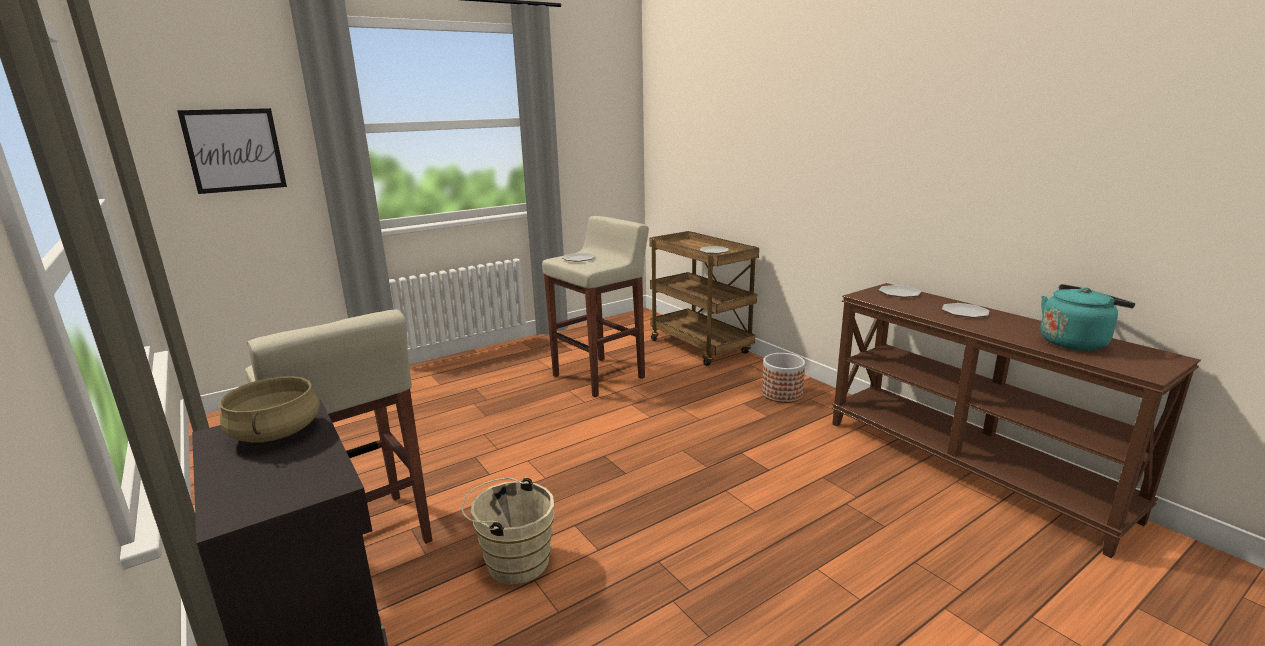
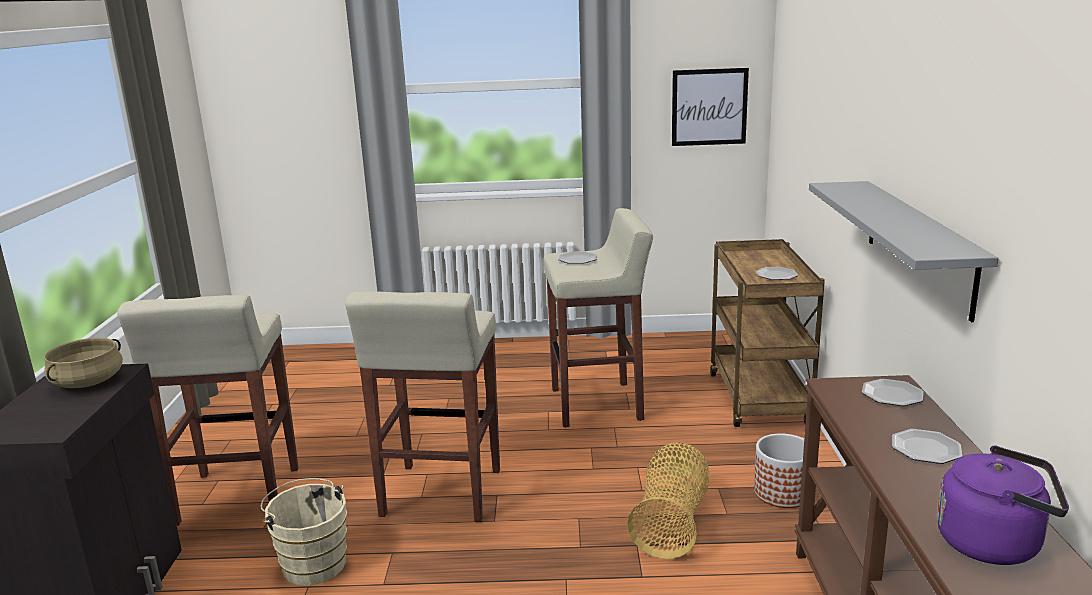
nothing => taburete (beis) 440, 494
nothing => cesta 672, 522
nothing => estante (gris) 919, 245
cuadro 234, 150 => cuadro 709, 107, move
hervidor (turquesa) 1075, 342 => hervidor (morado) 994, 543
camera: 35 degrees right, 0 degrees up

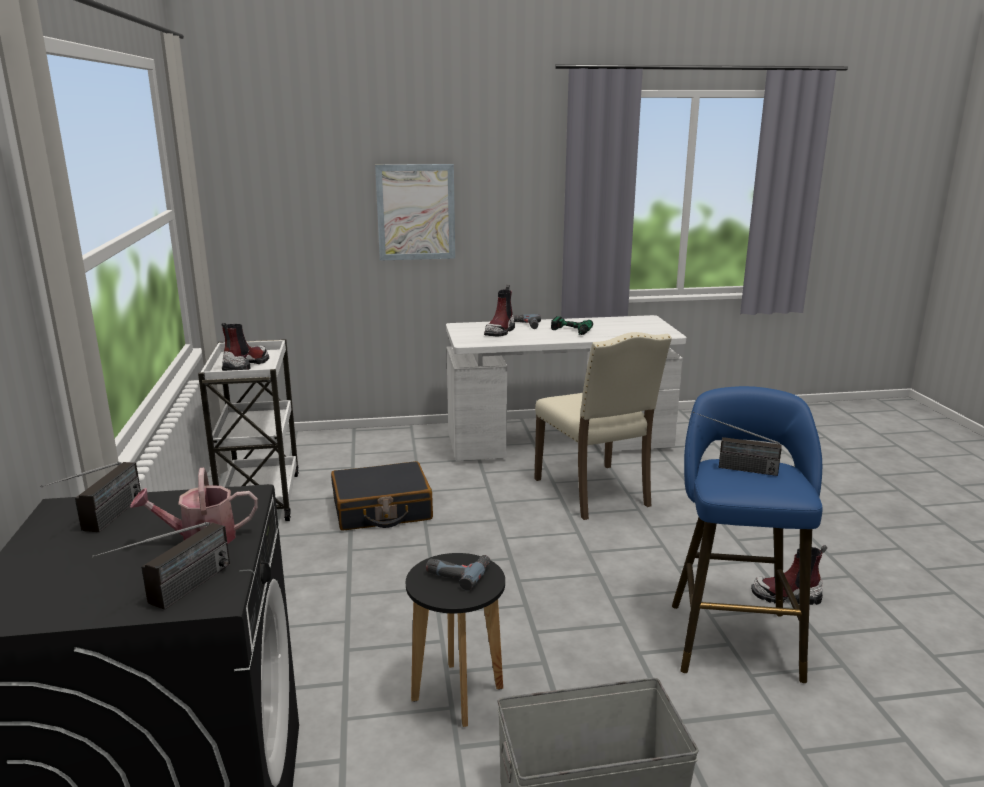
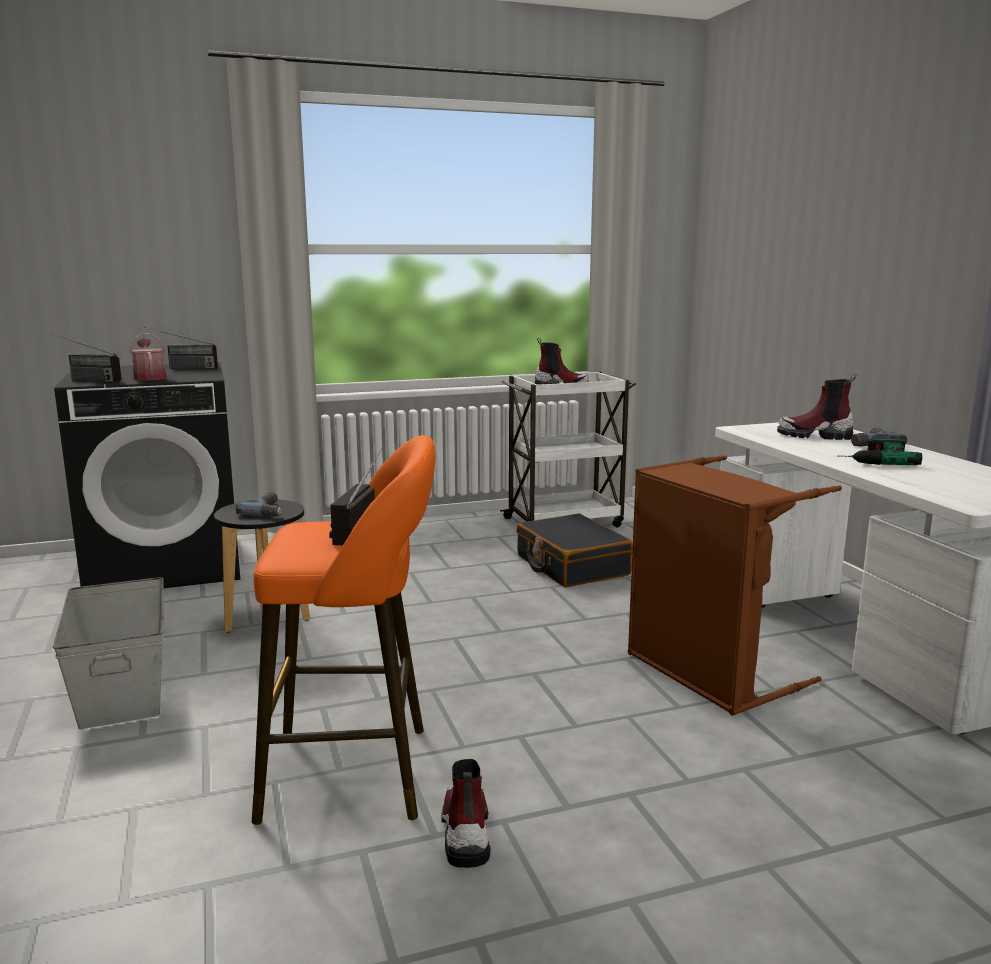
cuadro 416, 212 => nothing
silla (beis) 595, 493 => cesto de la ropa (marrón) 706, 673
taburete (azul) 732, 635 => taburete (naranja) 358, 772
camera: 80 degrees right, 5 degrees down

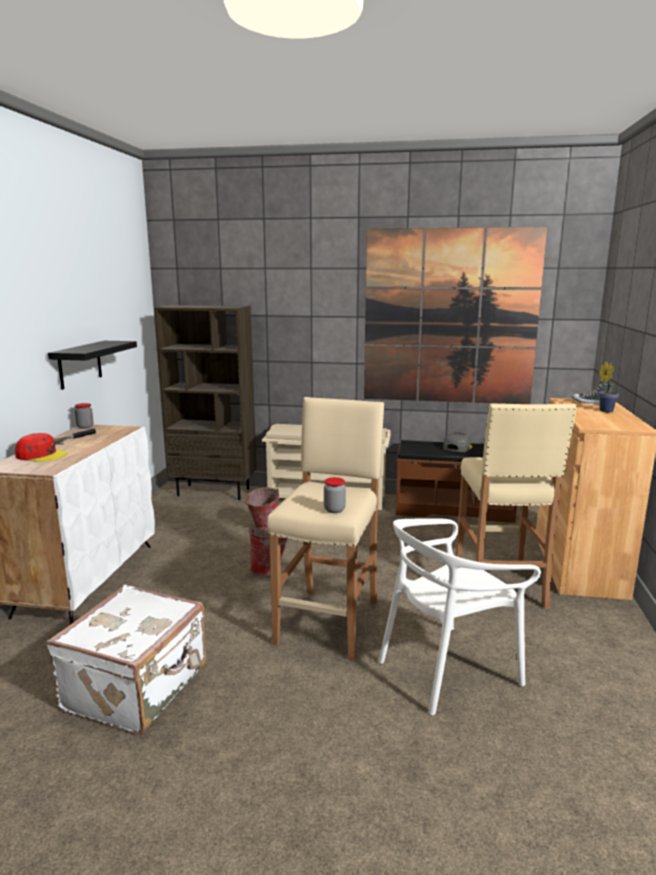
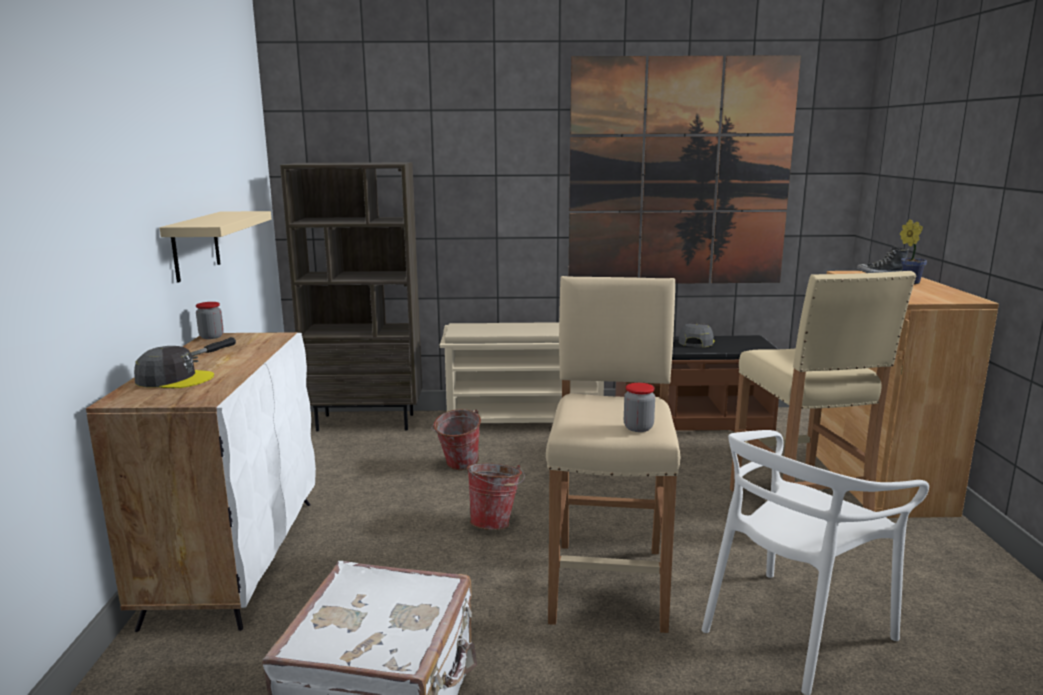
gorra (rojo) 41, 455 => gorra (gris) 174, 379
estante (negro) 80, 364 => estante (beis) 195, 245
camera: 10 degrees left, 0 degrees up

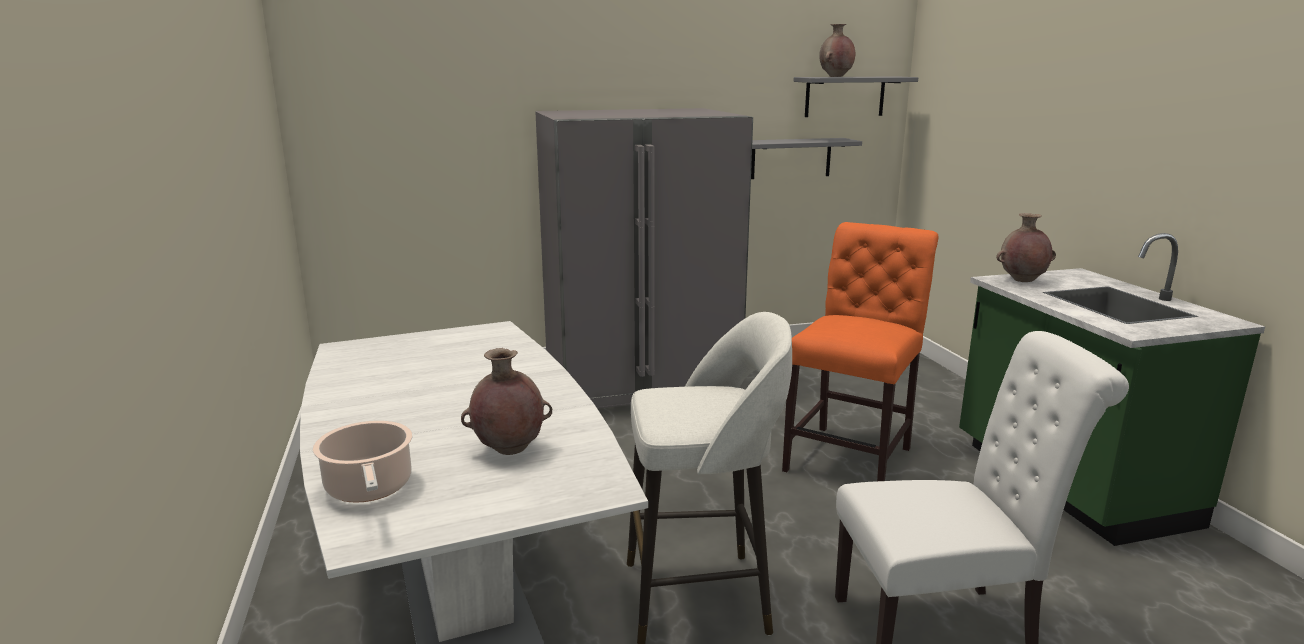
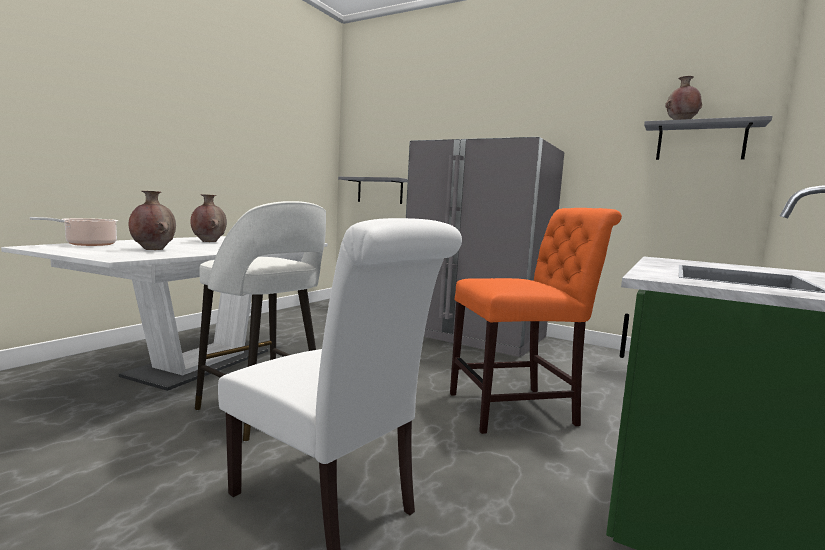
estante (gris) 791, 158 => estante (gris) 380, 190, move
florero (marrón) 1021, 280 => florero (marrón) 208, 242, move
camera: 45 degrees right, 10 degrees down

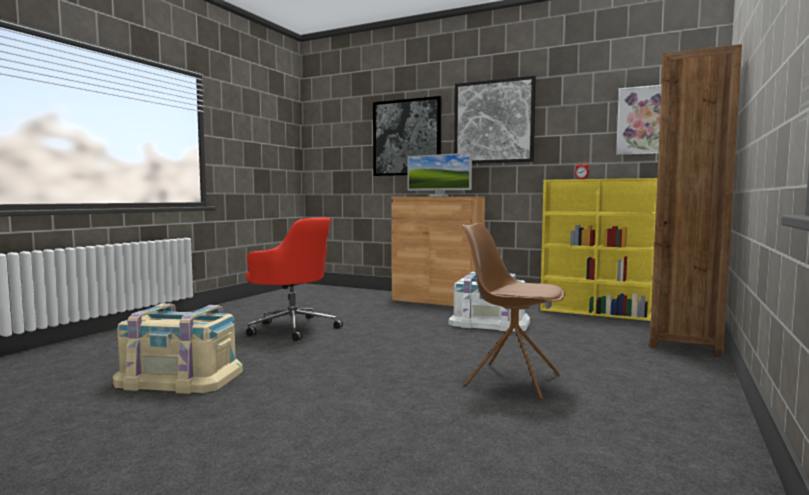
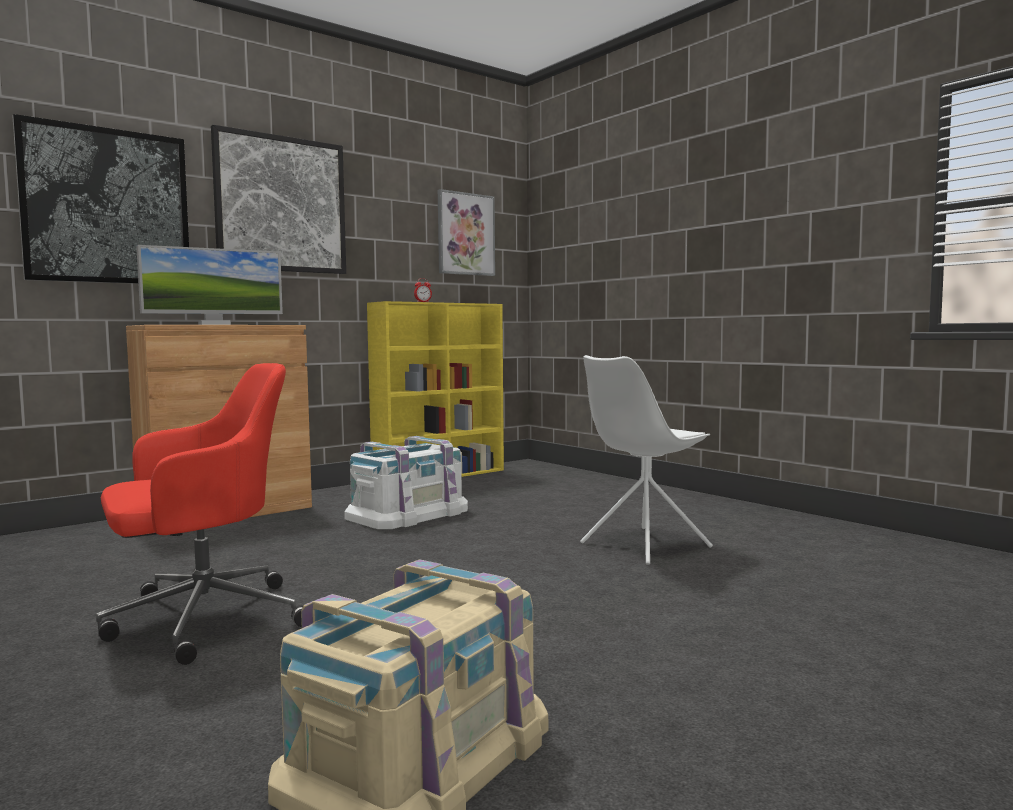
estantería (marrón) 684, 341 => nothing
silla (marrón) 511, 380 => silla (blanco) 643, 545
camera: 65 degrees left, 0 degrees up

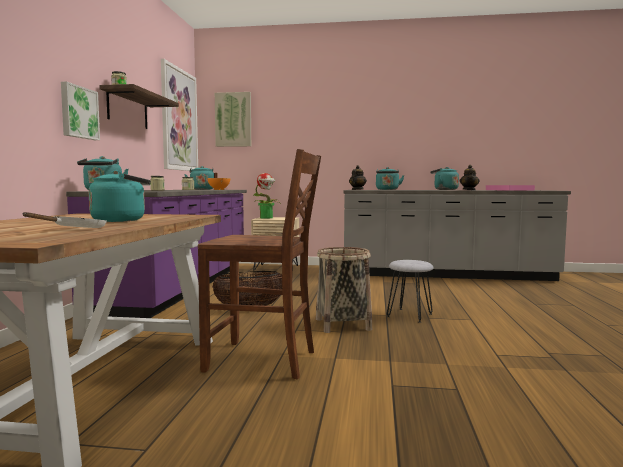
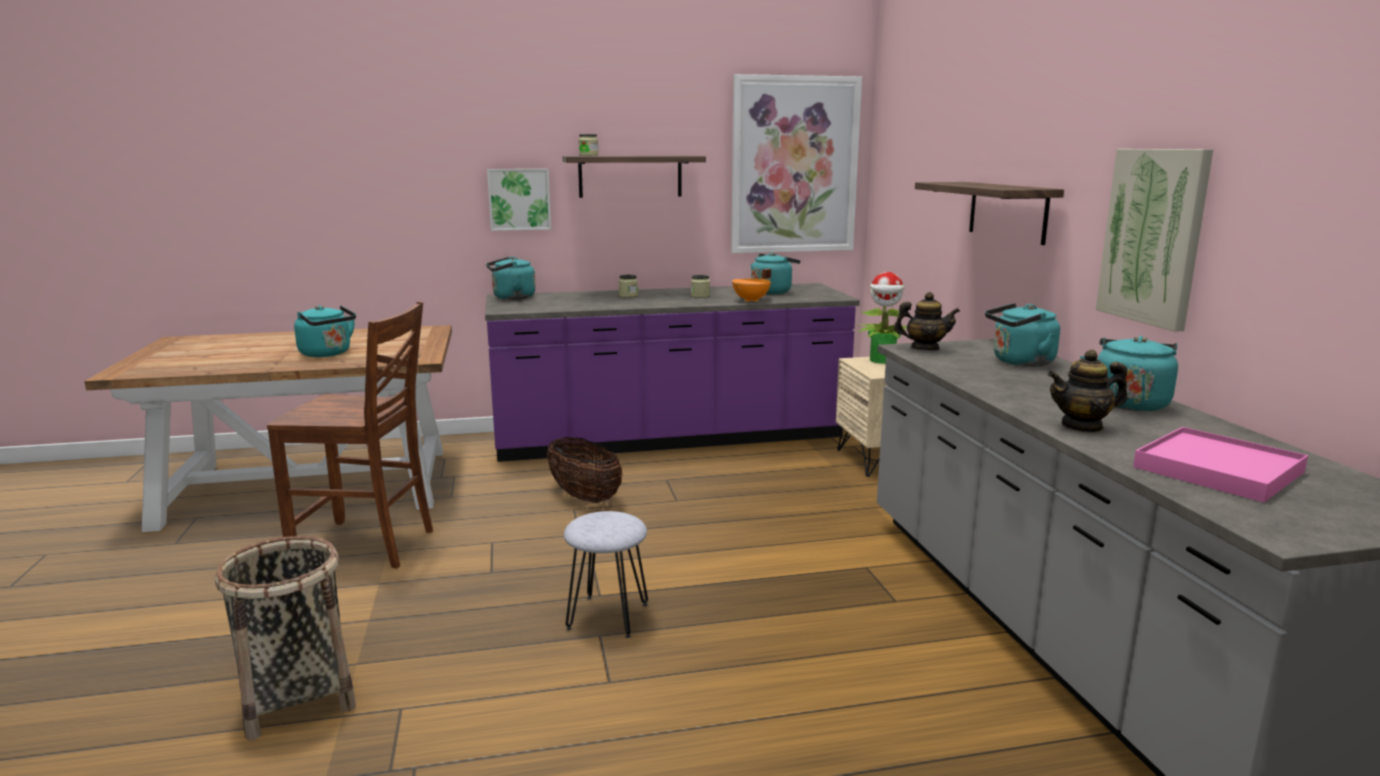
sartén (blanco) 75, 229 => nothing
nothing => estante 1007, 211
cuadro 233, 119 => cuadro 1153, 236, move
cesta 342, 324 => cesta 297, 697, move
silla (marrón) 263, 361 => silla (marrón) 367, 546, 75 degrees counterclockwise
camera: 70 degrees right, 10 degrees up

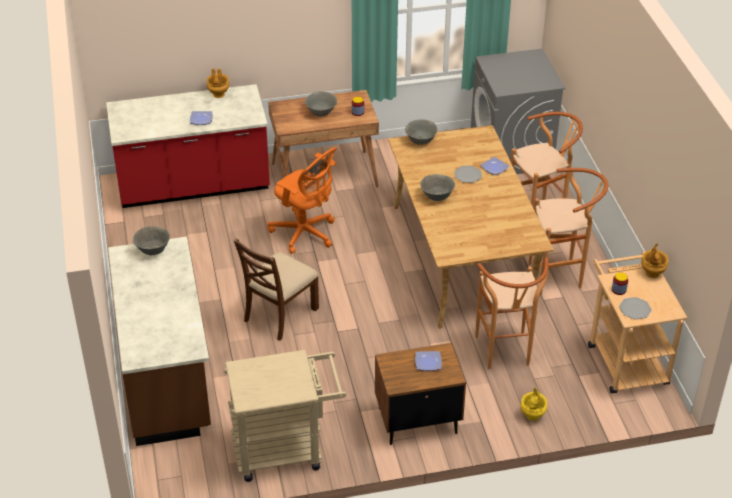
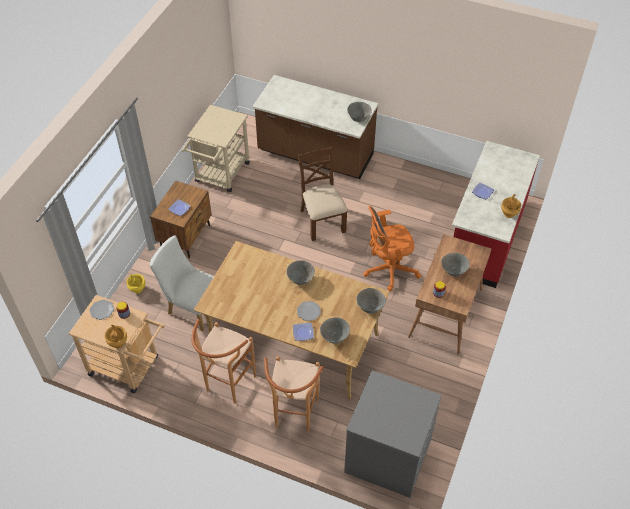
nothing => cuenco (gris) 334, 337
taburete (marrón) 505, 355 => silla (blanco) 191, 307
camera: 125 degrees right, 10 degrees up

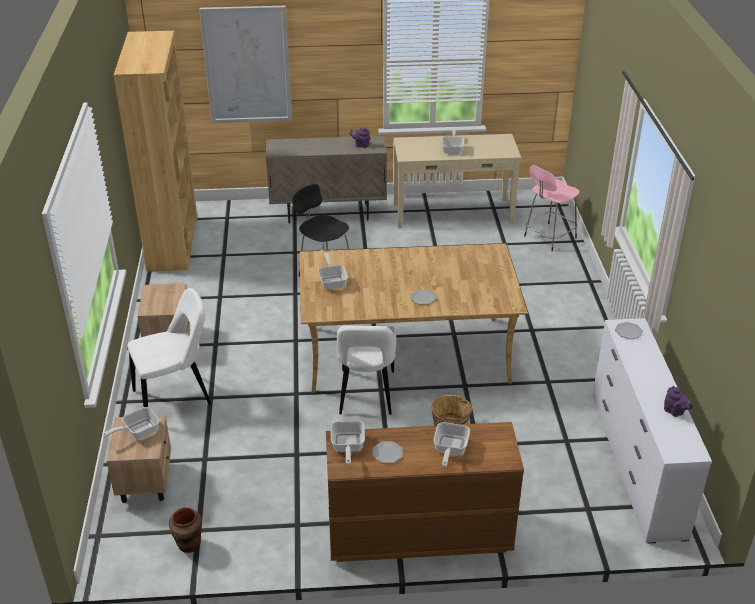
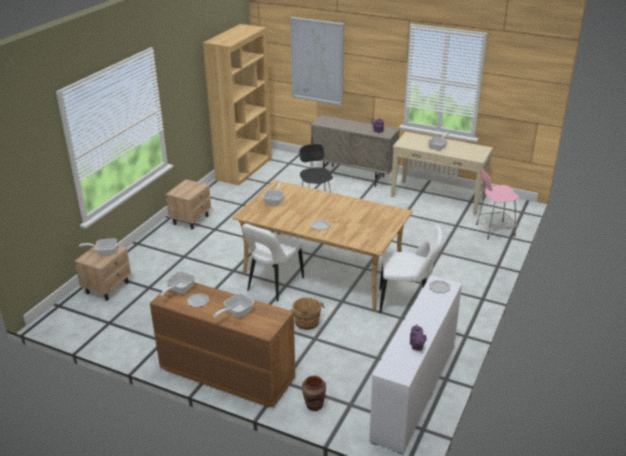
silla (blanco) 176, 397 => silla (blanco) 407, 302, move
florero (marrón) 189, 544 => florero (marrón) 314, 405, move
camera: 30 degrees right, 5 degrees down

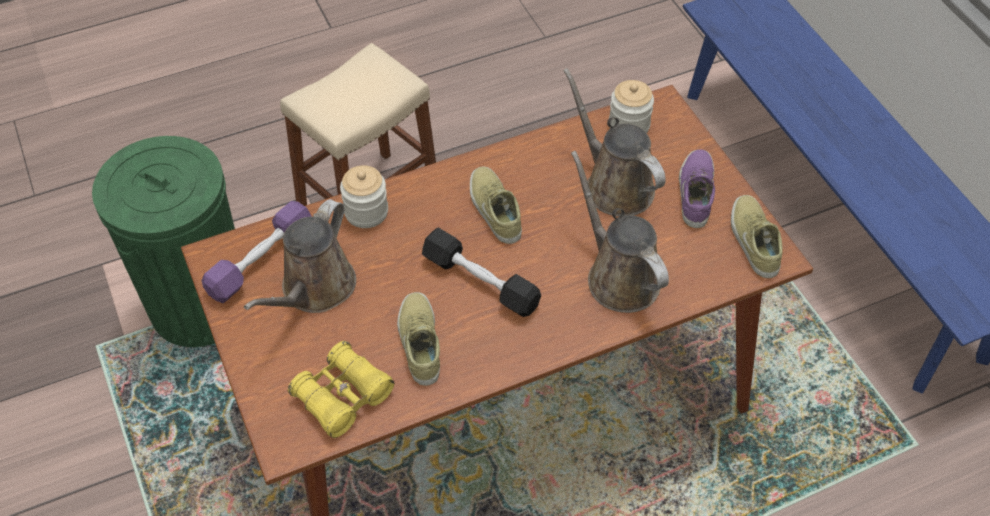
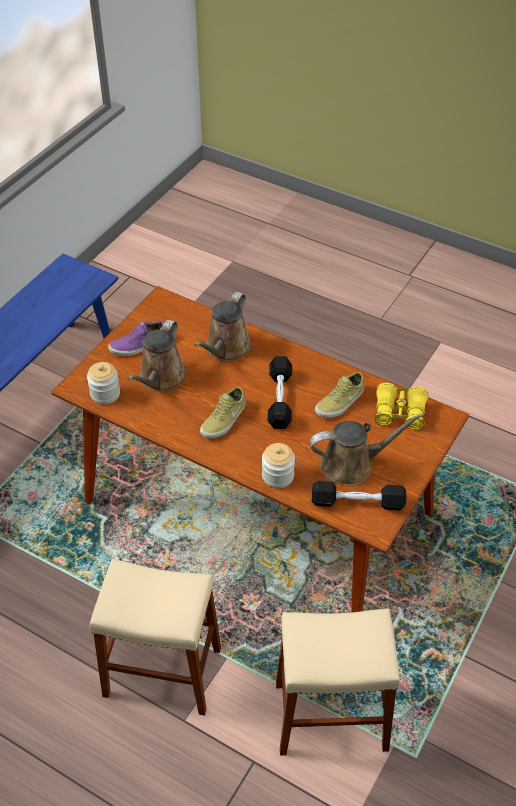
zapato (beis) 752, 240 => nothing
papelera (verde) 200, 305 => taburete (beis) 331, 716
mancuerna (morado) 260, 261 => mancuerna (negro) 357, 503
camera: 125 degrees left, 5 degrees down

